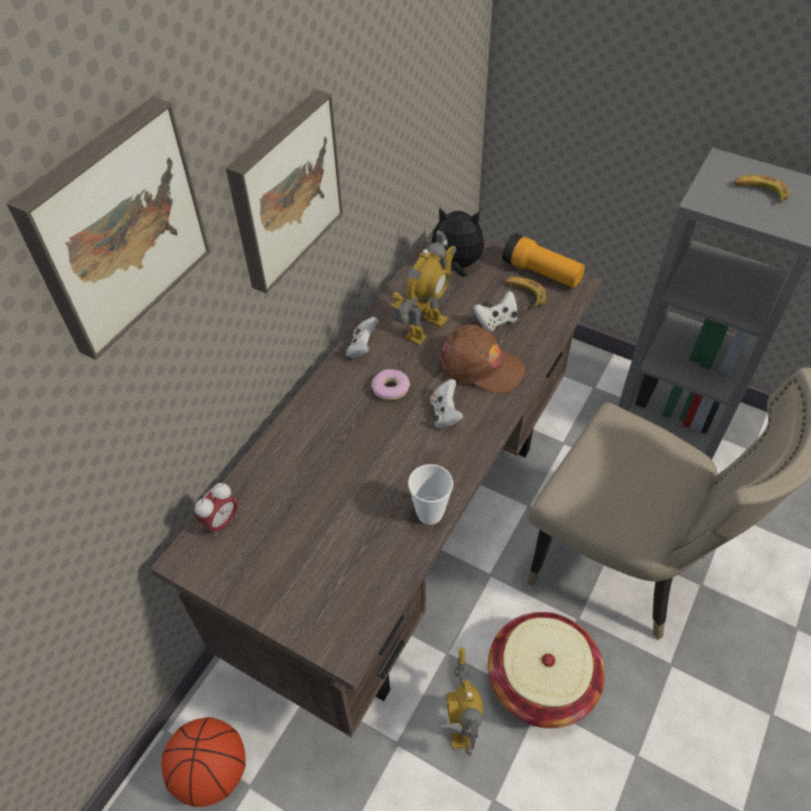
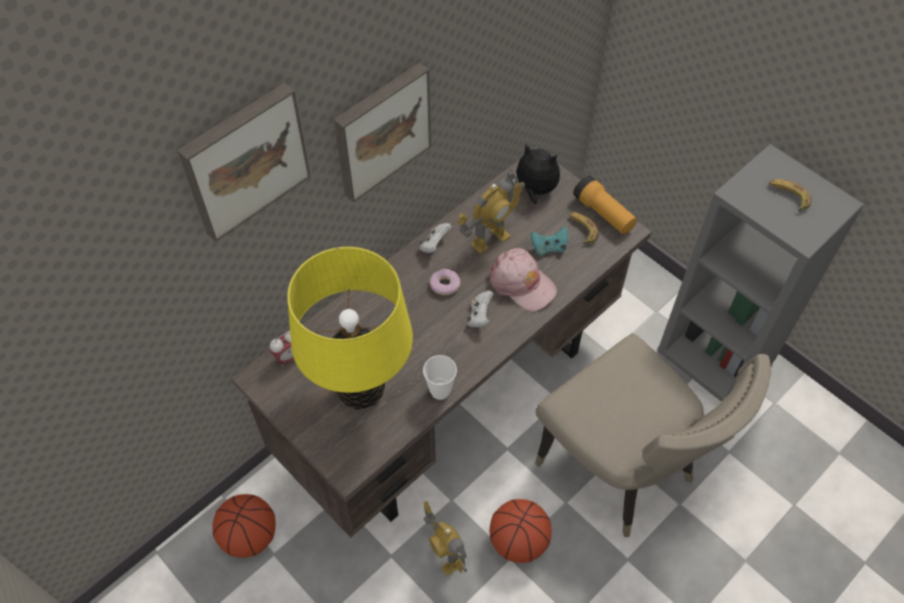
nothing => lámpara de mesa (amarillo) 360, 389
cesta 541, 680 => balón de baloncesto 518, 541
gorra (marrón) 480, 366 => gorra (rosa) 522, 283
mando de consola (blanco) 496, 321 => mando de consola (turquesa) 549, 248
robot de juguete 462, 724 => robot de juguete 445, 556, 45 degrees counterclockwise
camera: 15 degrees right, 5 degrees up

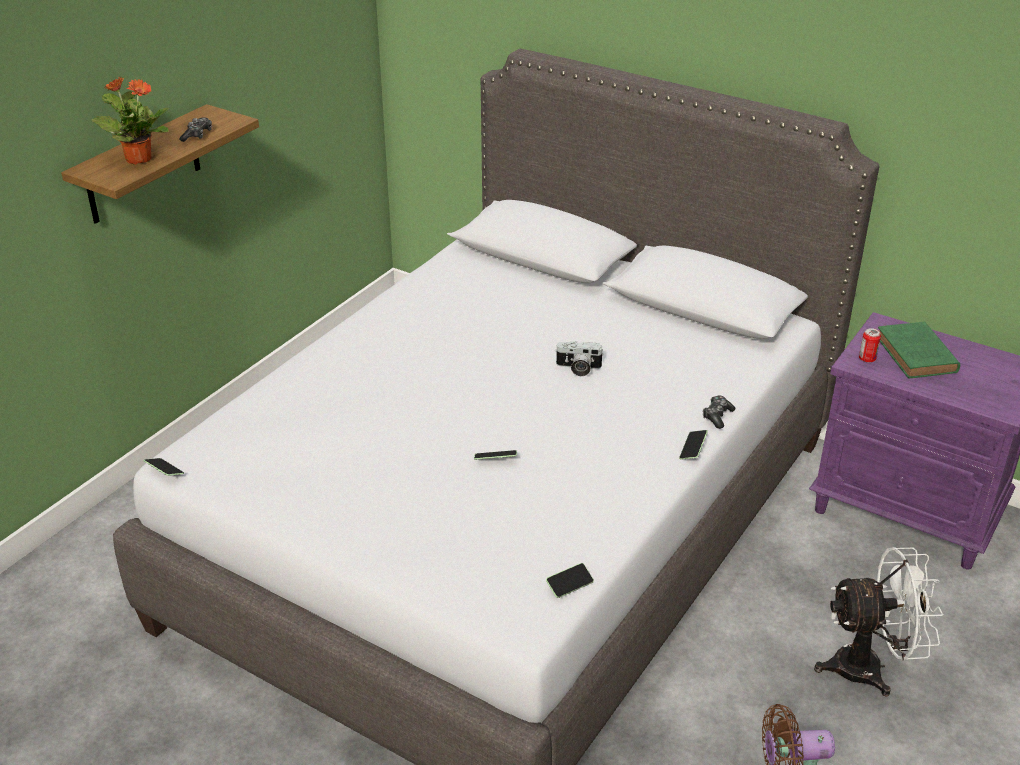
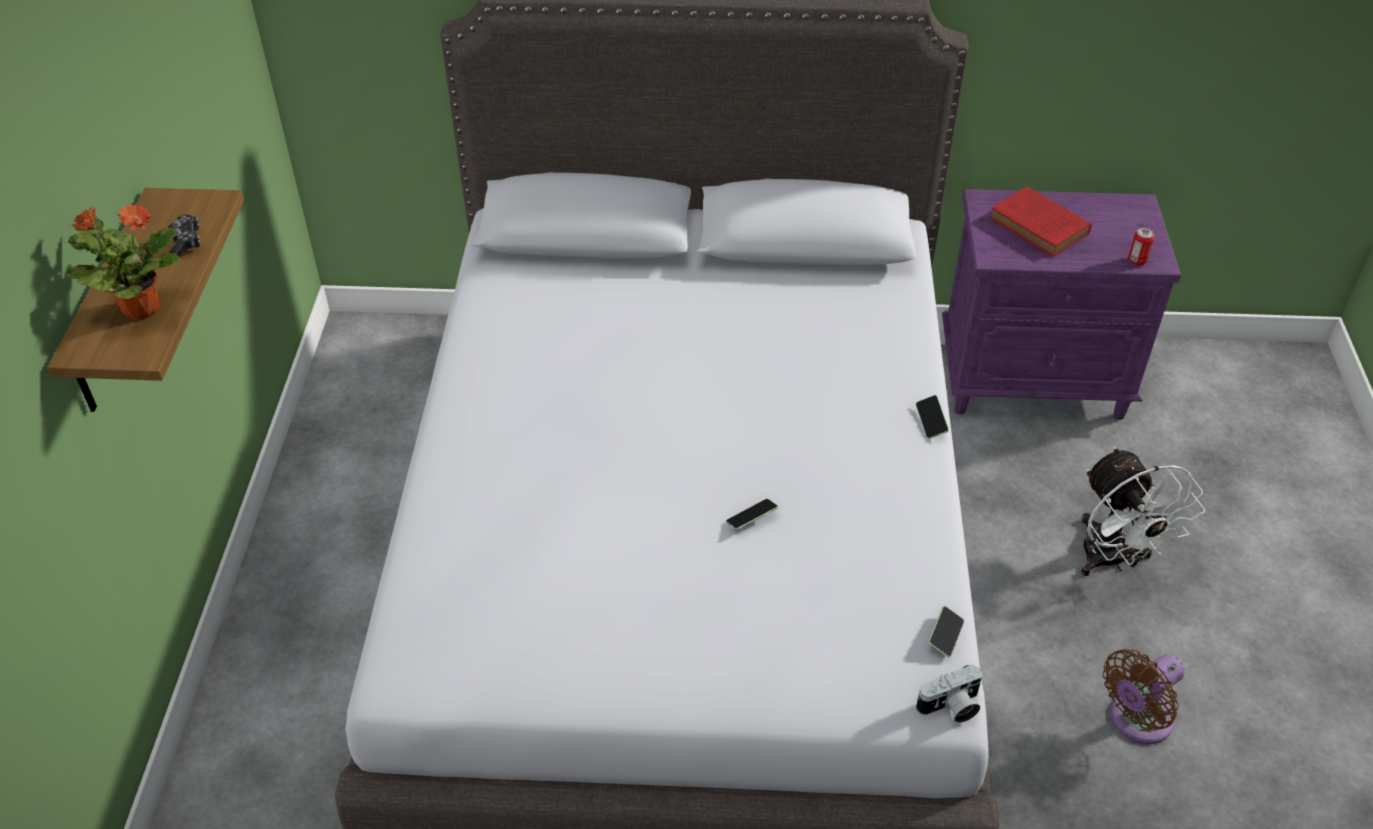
móvil 164, 471 => nothing
mando de consola 717, 416 => nothing
cámara 578, 368 => cámara 951, 707, move
lata 867, 359 => lata 1137, 261, move
libro (verde) 917, 356 => libro (rojo) 1041, 227
ventilador (blanco) 870, 667 => ventilador (blanco) 1112, 560, 105 degrees clockwise
camera: 30 degrees left, 10 degrees up

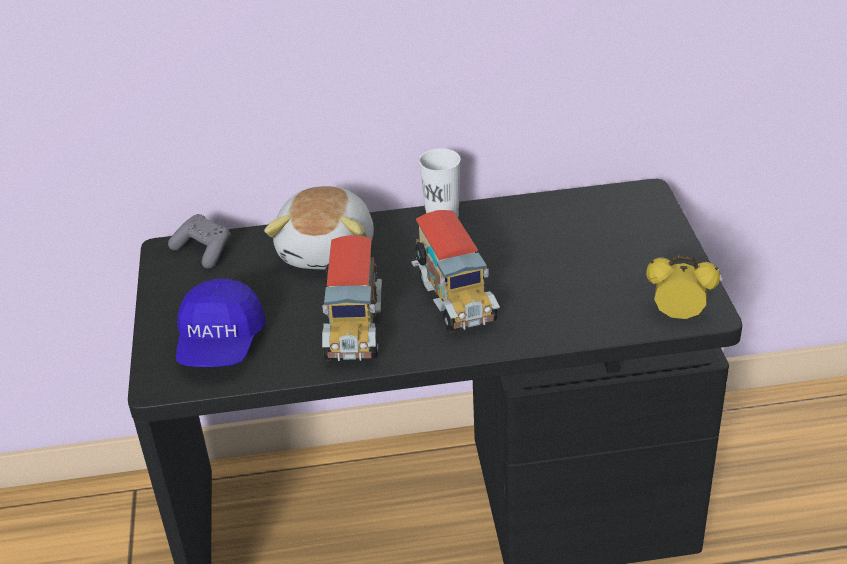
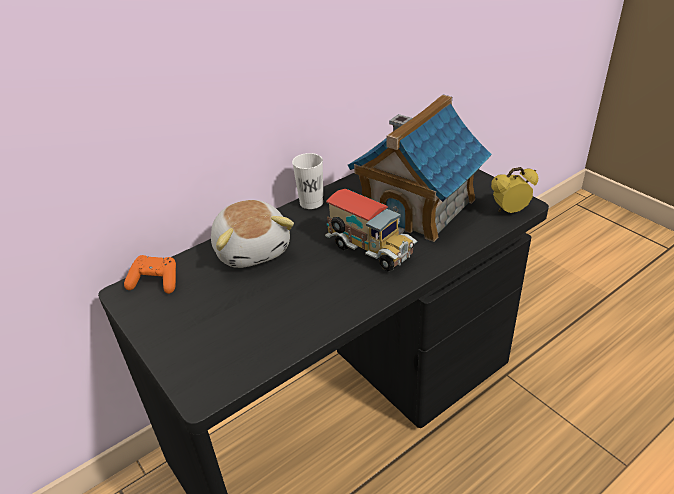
gorra (azul) 221, 344 => nothing
camión de juguete 353, 329 => nothing
nothing => casita 418, 206
mando de consola (gris) 204, 250 => mando de consola (naranja) 155, 282
camera: 30 degrees left, 0 degrees up

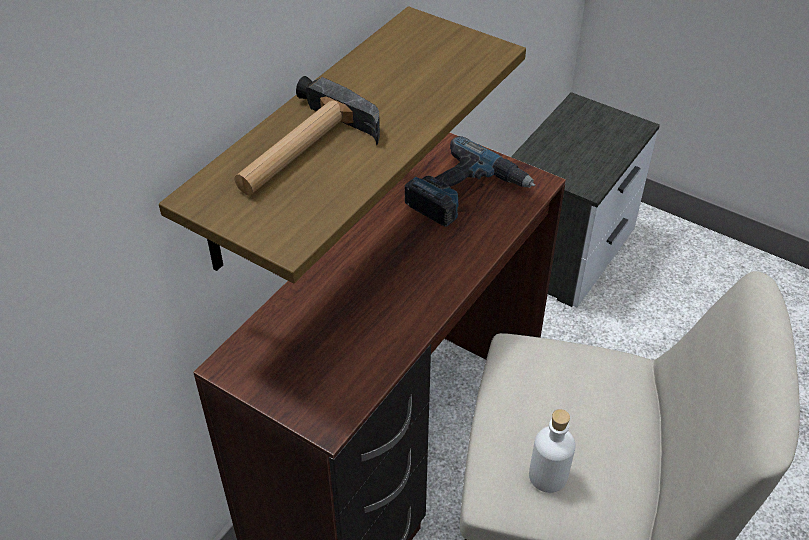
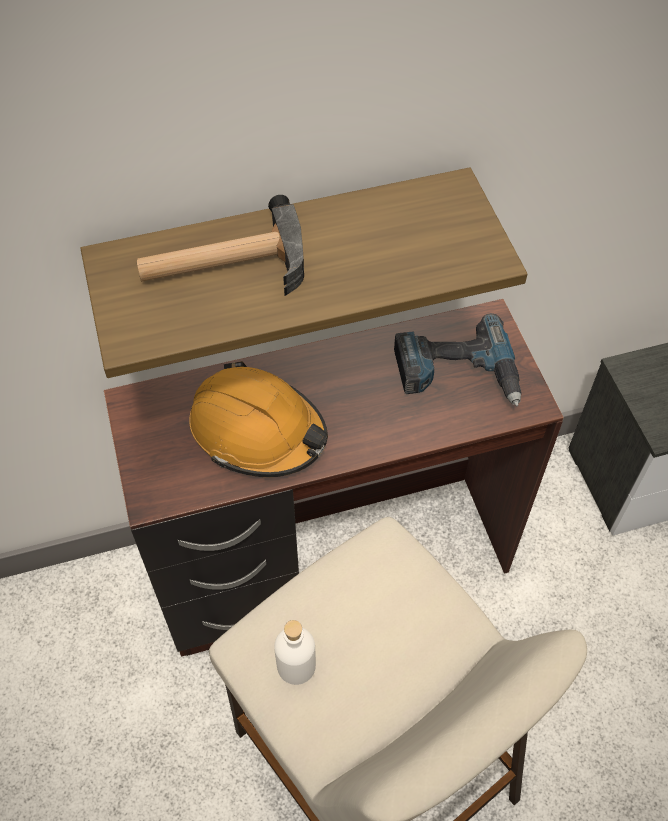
nothing => casco (naranja) 258, 431
camera: 40 degrees right, 10 degrees up

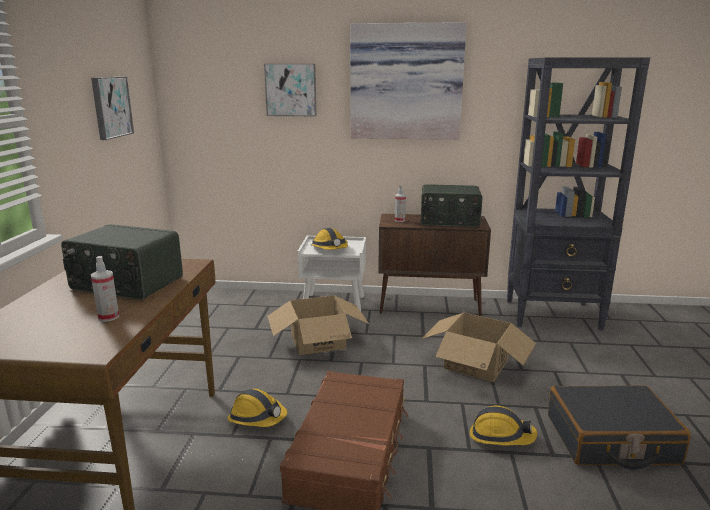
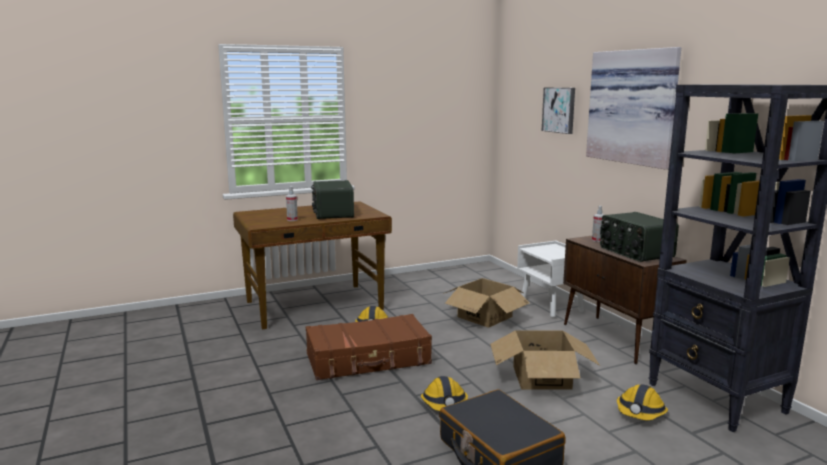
cuadro 111, 107 => nothing
casco 330, 249 => casco 640, 413, move
camera: 60 degrees right, 5 degrees down

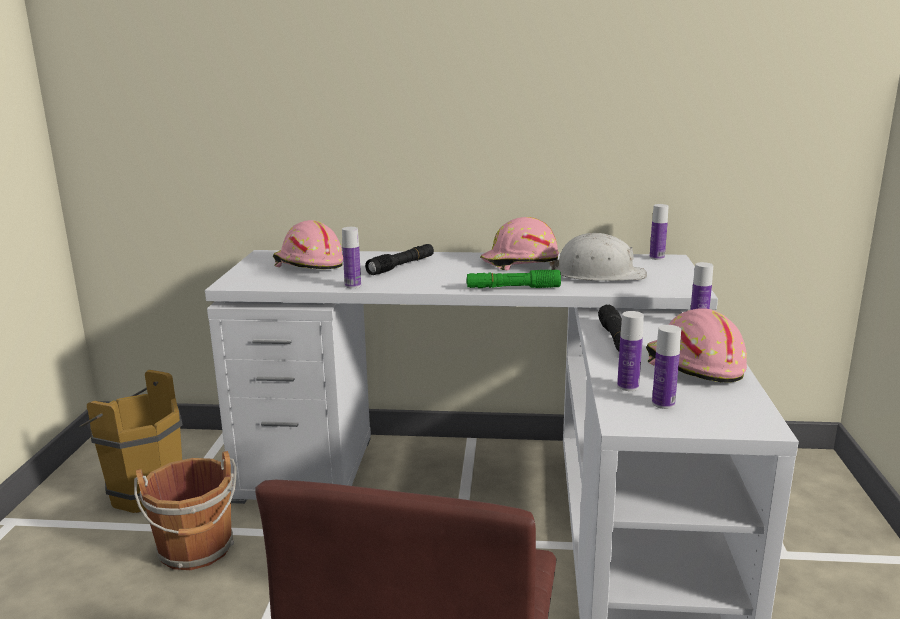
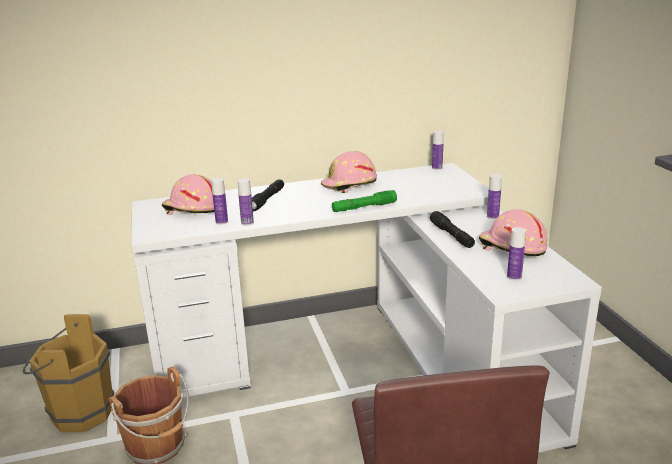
casco (blanco) 598, 274 => nothing
botella 628, 386 => botella 221, 222, move
camera: 20 degrees left, 5 degrees up

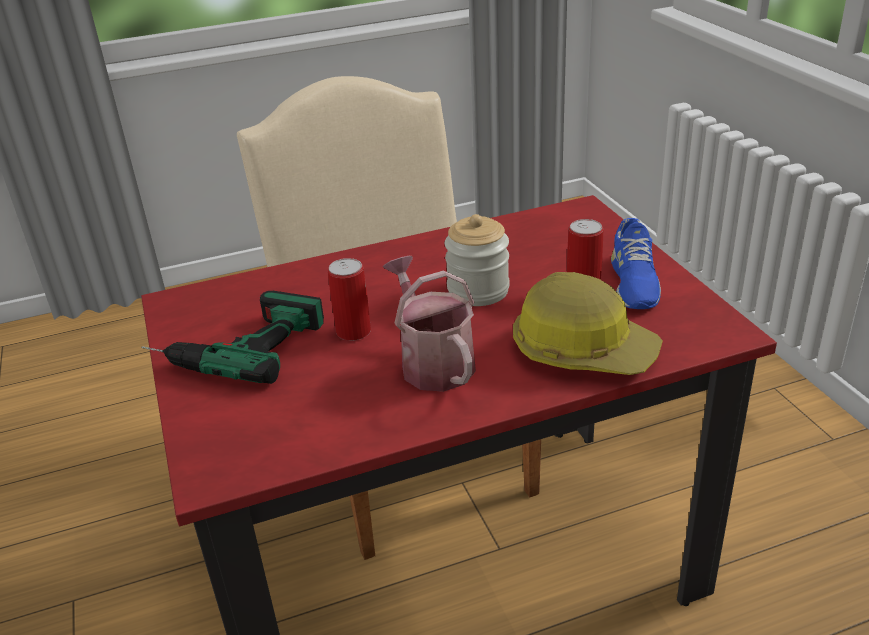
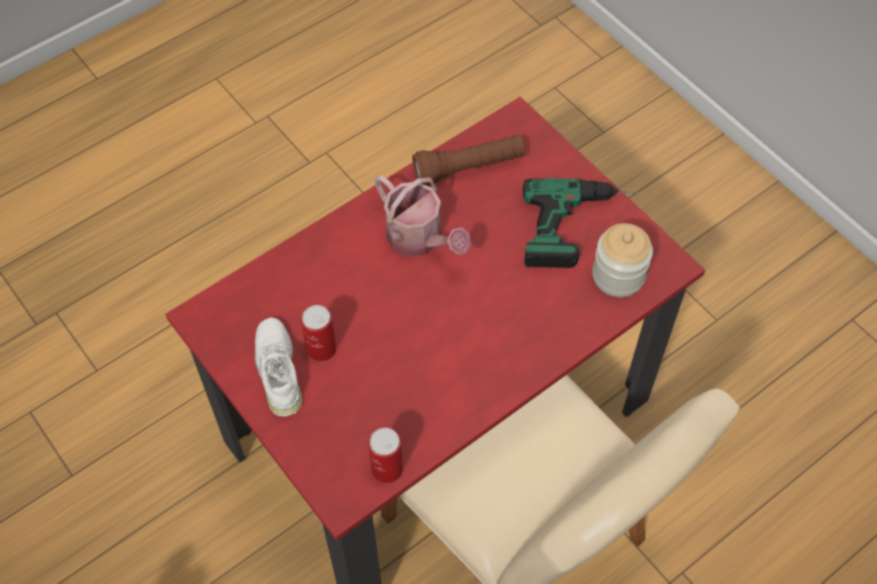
casco 582, 349 => nothing
nothing => linterna (marrón) 469, 168
lata 353, 331 => lata 387, 469, move
tarro 478, 291 => tarro 618, 275, move
zapato (azul) 633, 282 => zapato (blanco) 279, 370
camera: 160 degrees right, 25 degrees up

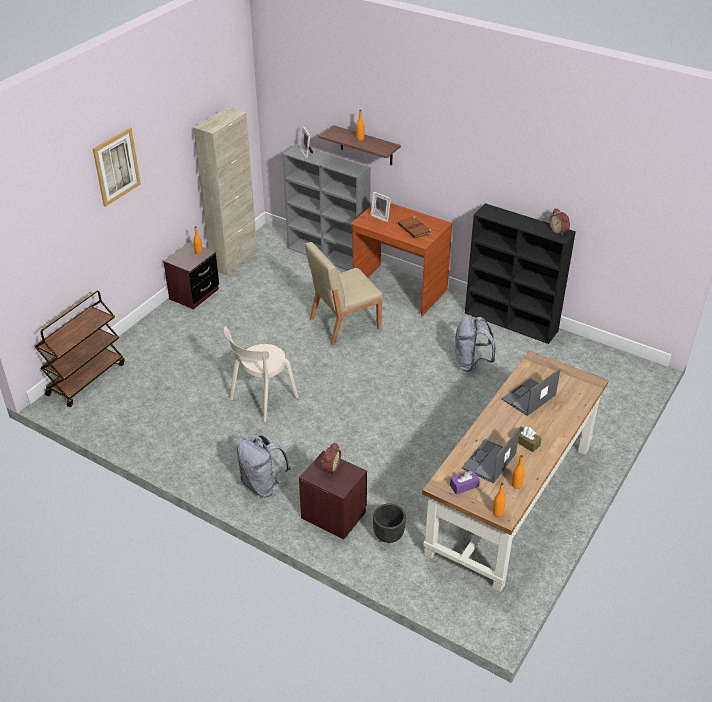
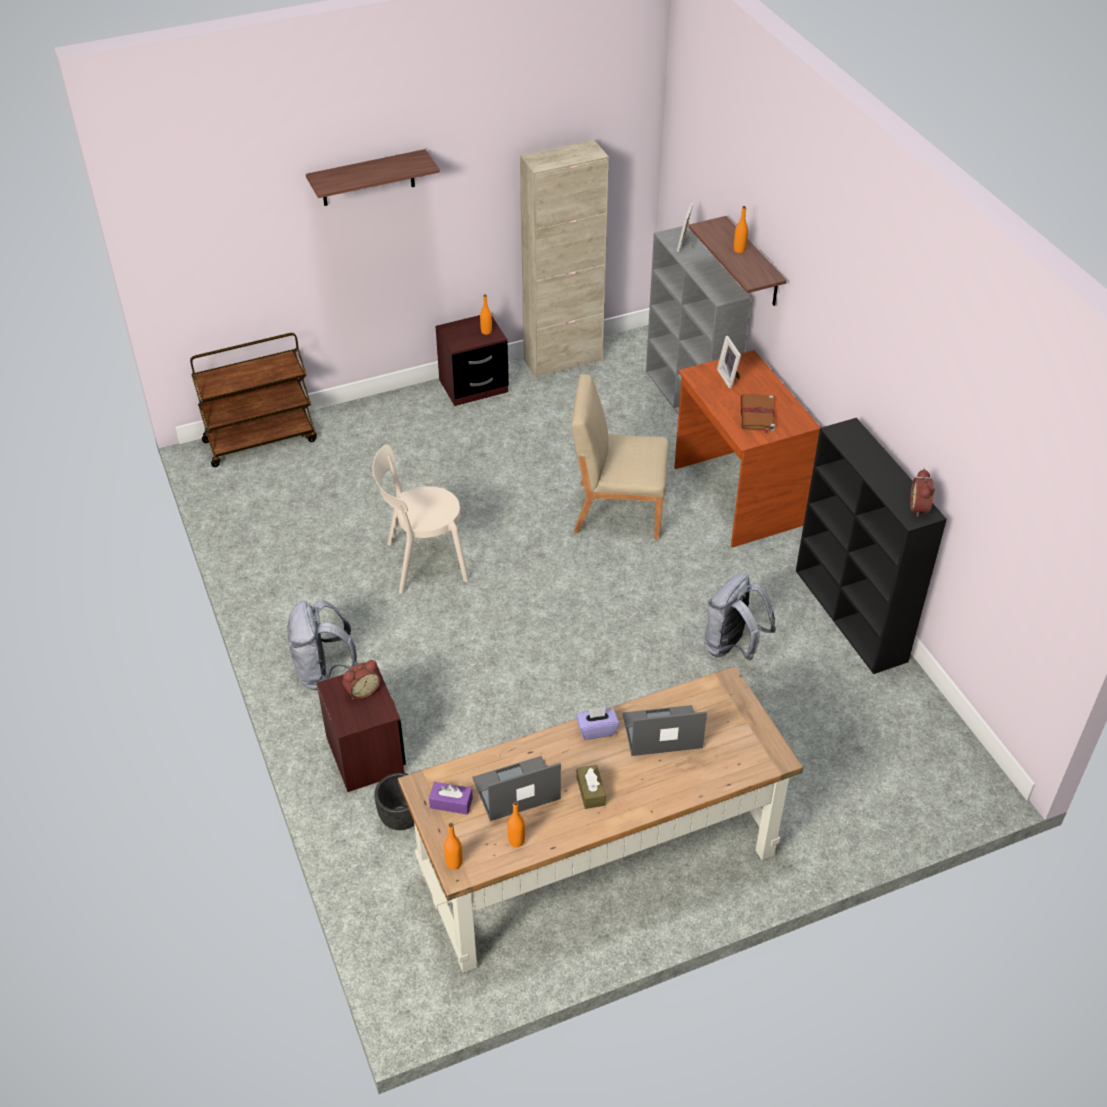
nothing => caja de pañuelos (morado) 597, 730
cuadro 116, 166 => estante 368, 178
camera: 35 degrees right, 5 degrees up

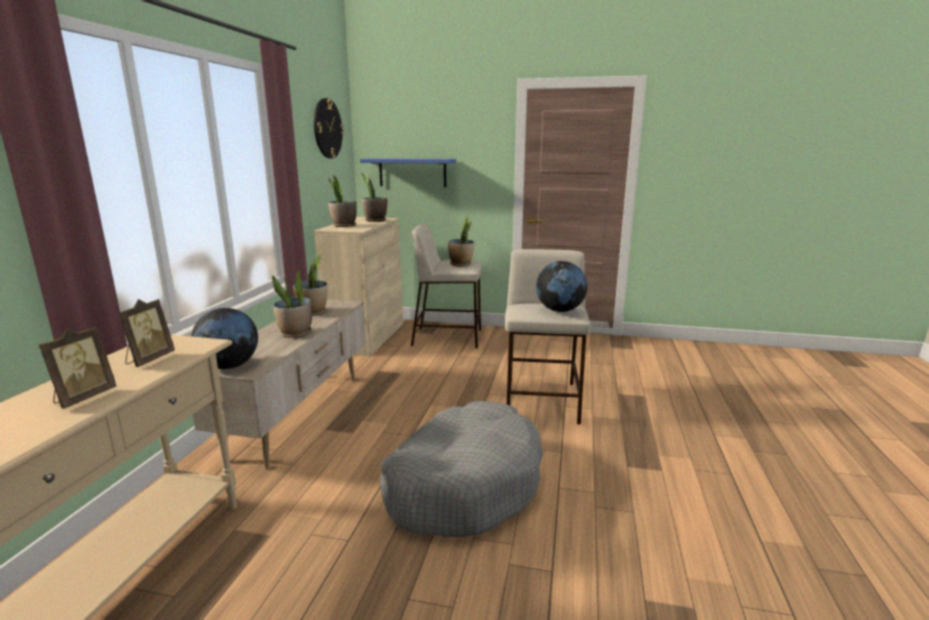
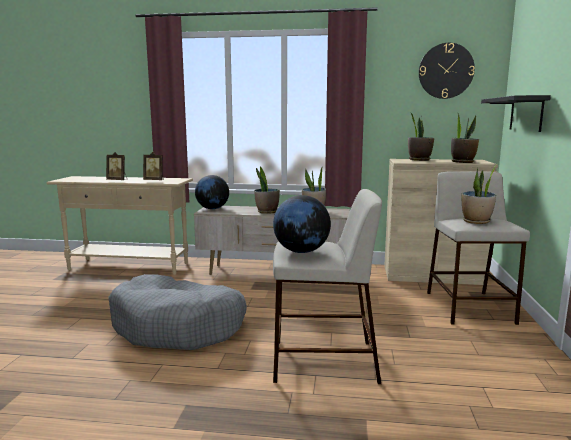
estante (azul) 412, 172 => estante (negro) 526, 114
camera: 85 degrees right, 5 degrees down

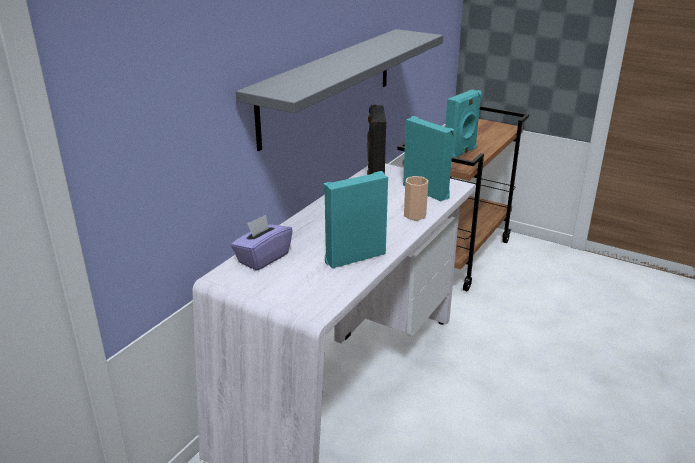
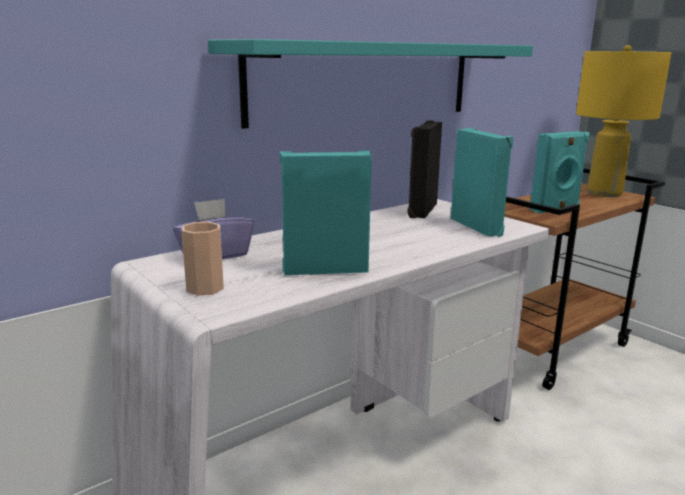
nothing => lámpara de mesa (amarillo) 603, 193
taza 415, 215 => taza 205, 288, move
estante (gris) 328, 85 => estante (turquesa) 366, 81
camera: 20 degrees right, 10 degrees down

